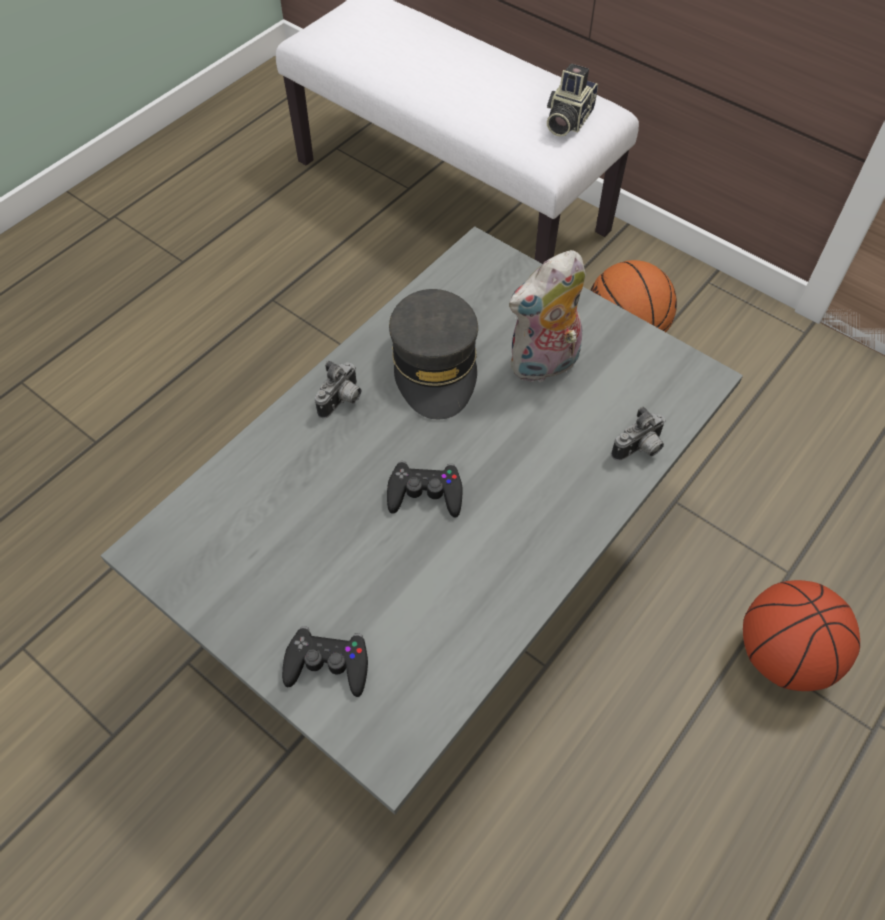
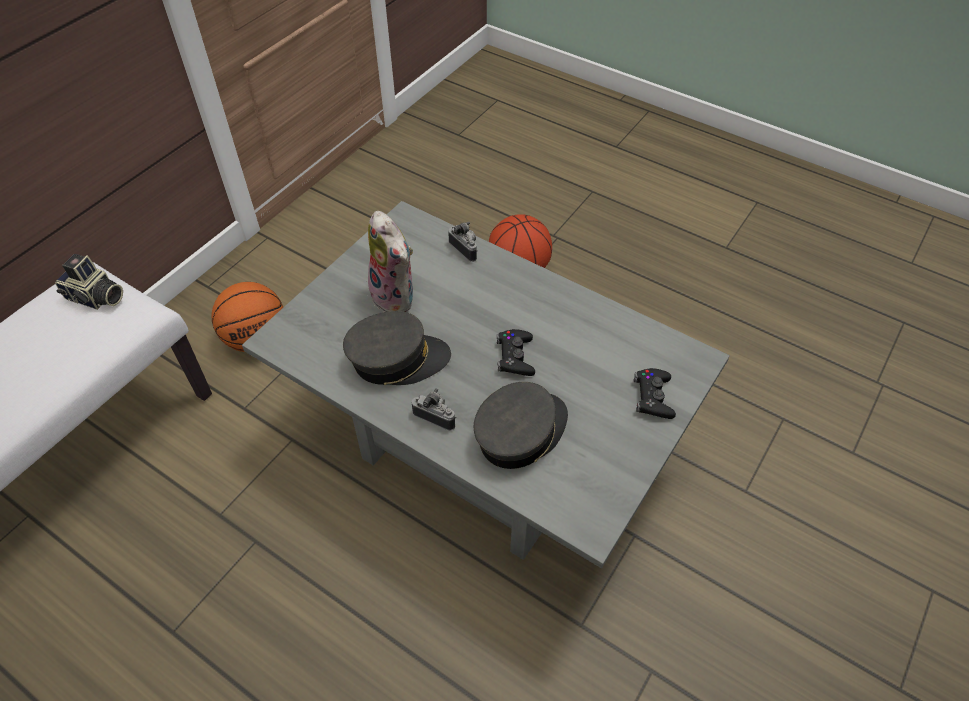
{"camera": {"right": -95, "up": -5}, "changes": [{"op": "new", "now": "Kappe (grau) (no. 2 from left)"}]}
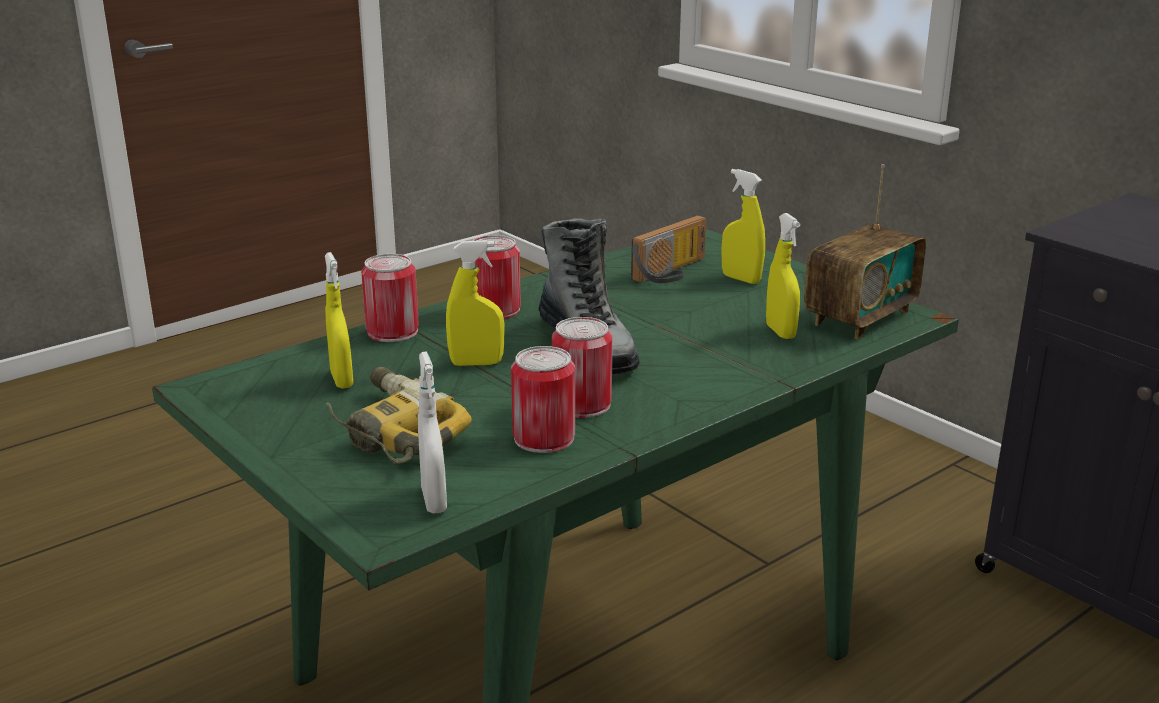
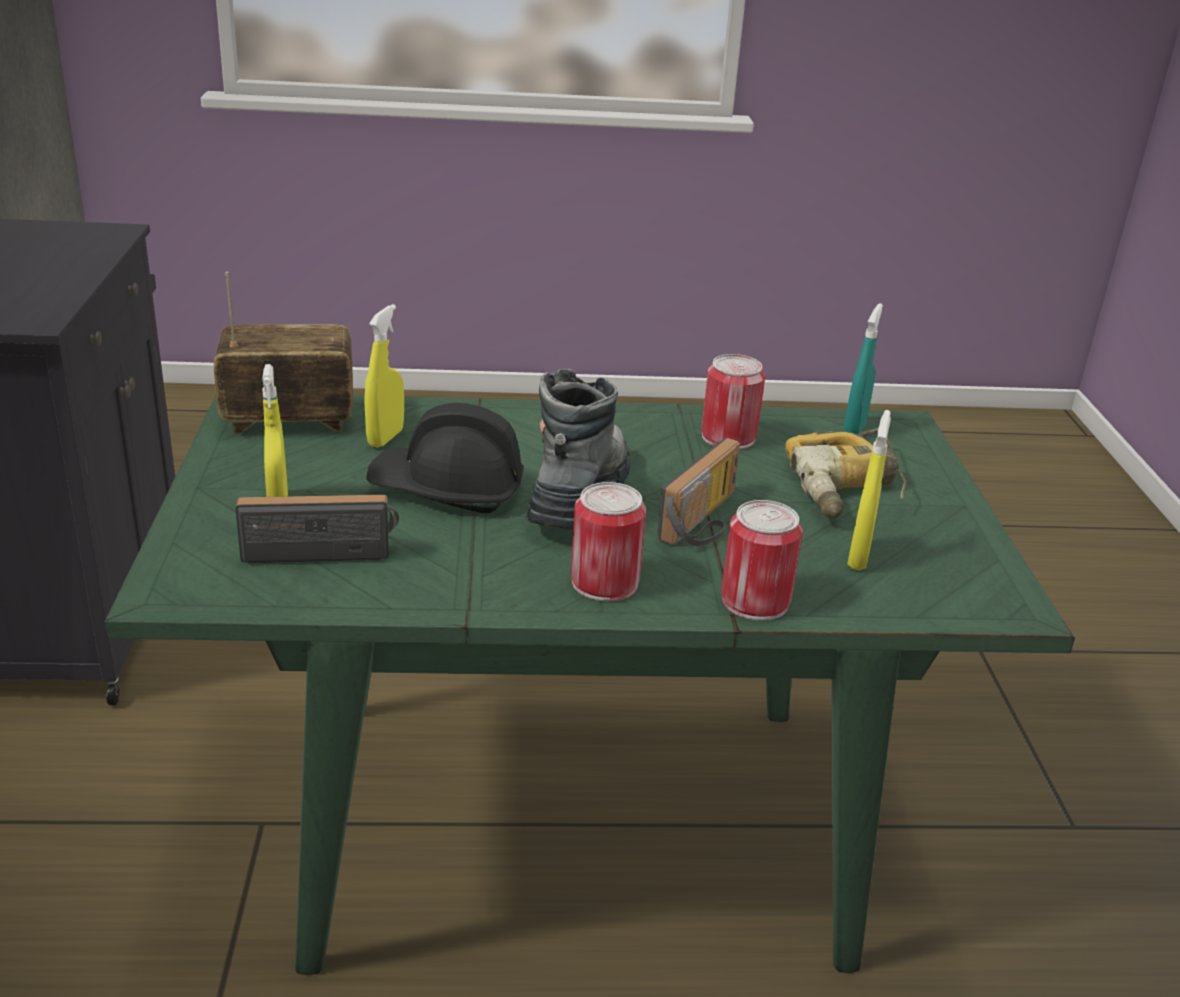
{"camera": {"right": -145, "up": 5}, "changes": [{"op": "new", "now": "Schutzhelm (schwarz)"}, {"op": "swapped", "was": "Sprühflasche (gelb) (no. 2 from left)", "now": "Radio (no. 3 from left)"}, {"op": "repainted", "was": "Sprühflasche (weiß)", "now": "Sprühflasche (türkis)"}, {"op": "gone", "was": "Dose (no. 4 from left)"}]}
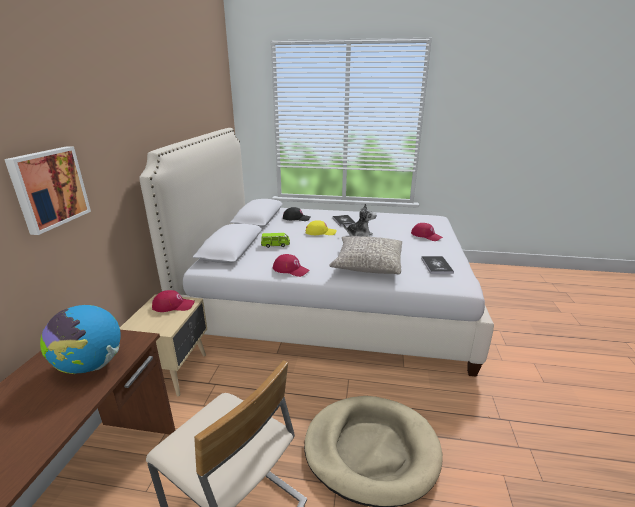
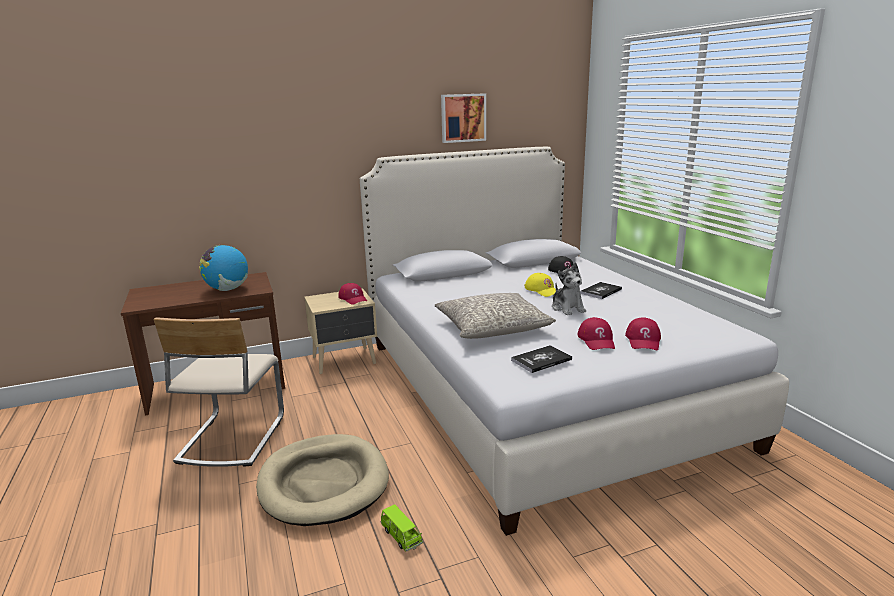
{"camera": {"right": 60, "up": -5}, "changes": [{"op": "shifted", "was": "Spielzeugauto (grün)"}, {"op": "shifted", "was": "Bild"}, {"op": "shifted", "was": "Kappe (rot) (no. 2 from left)"}]}
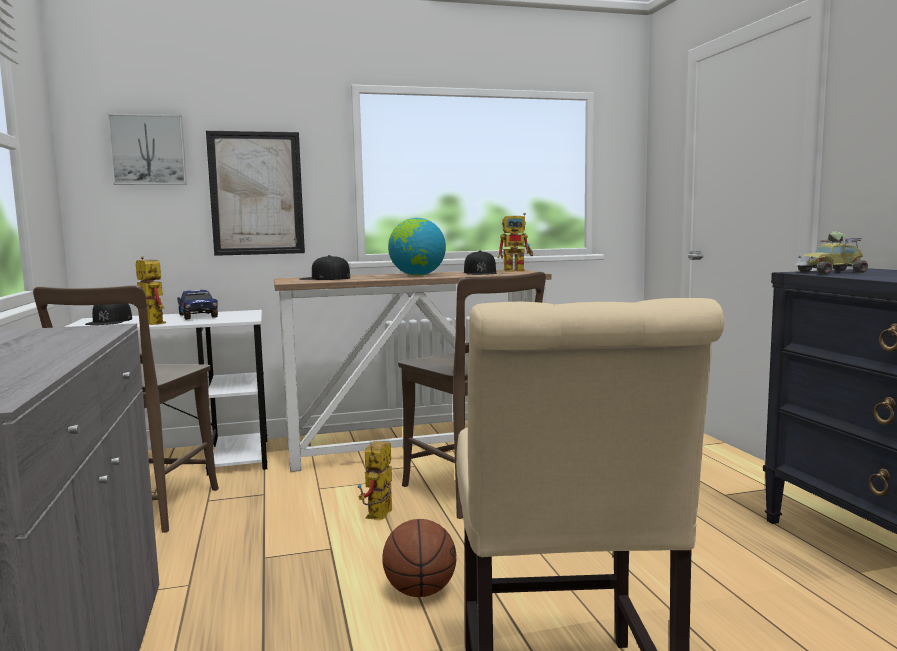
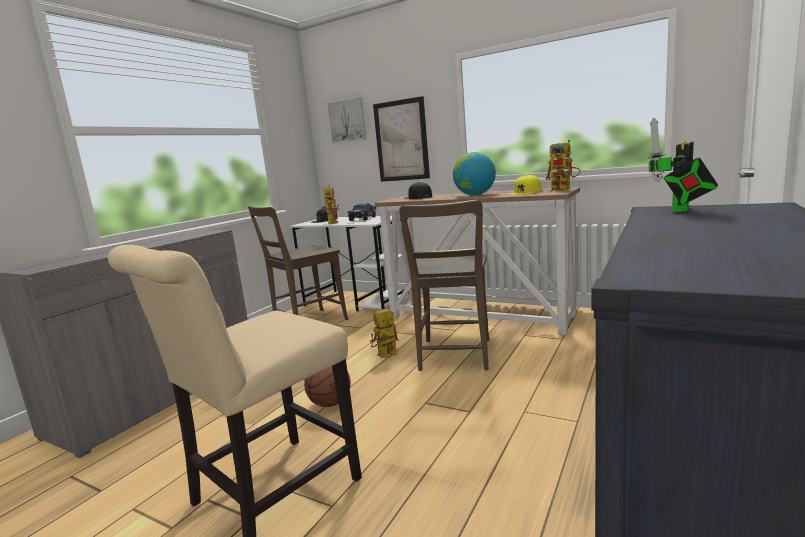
{"camera": {"right": 45, "up": 5}, "changes": [{"op": "repainted", "was": "Kappe (schwarz) (no. 3 from left)", "now": "Kappe (gelb)"}, {"op": "swapped", "was": "Spielzeugauto", "now": "Spielzeugroboter (no. 4 from left)"}]}
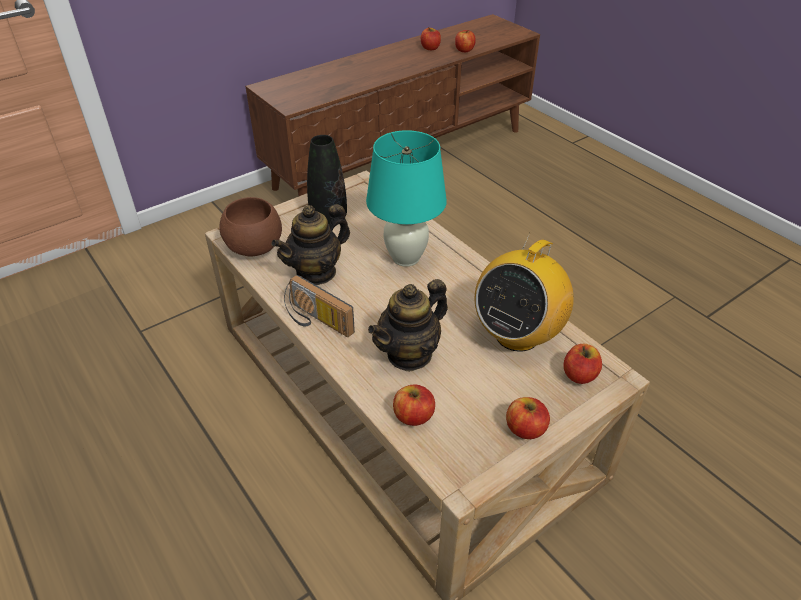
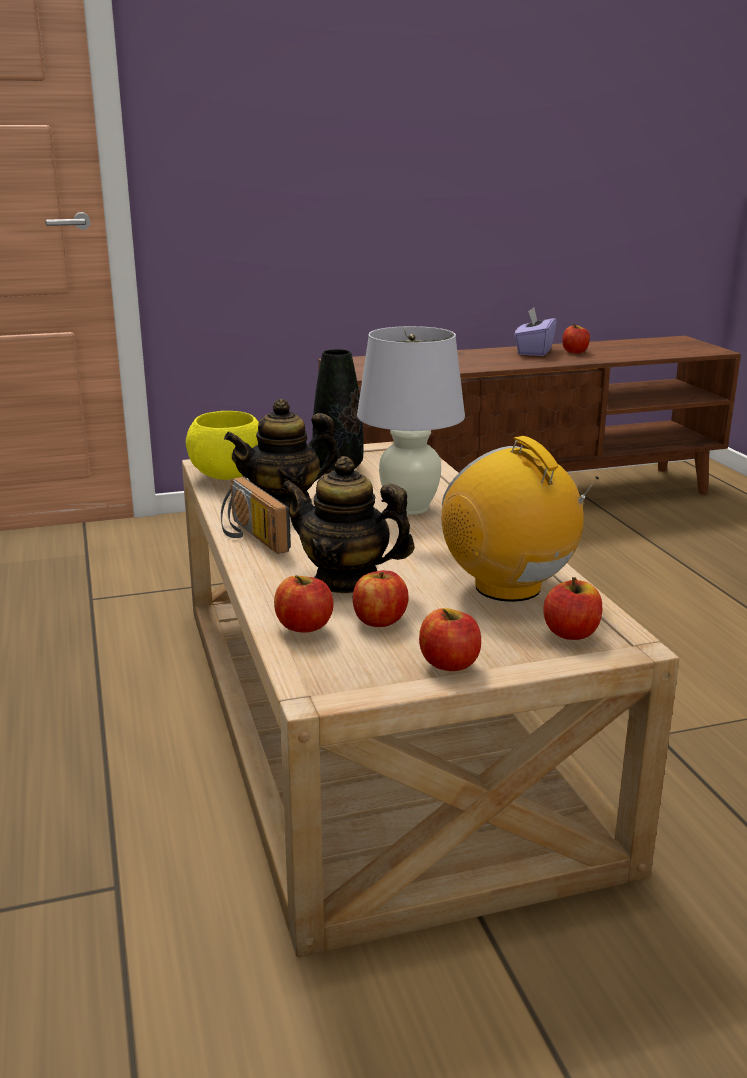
{"camera": {"right": 20, "up": -20}, "changes": [{"op": "repainted", "was": "Schüssel (braun)", "now": "Schüssel (gelb)"}, {"op": "rotated", "was": "Teekanne (no. 2 from left)", "clockwise": 45}, {"op": "shifted", "was": "Apfel (no. 3 from left in the first image)", "now": "Apfel (no. 2 from left)"}, {"op": "repainted", "was": "Tischlampe (türkis)", "now": "Tischlampe (weiß)"}, {"op": "rotated", "was": "Radio (no. 2 from left)", "clockwise": 90}, {"op": "new", "now": "Taschentuchbox (lila)"}]}
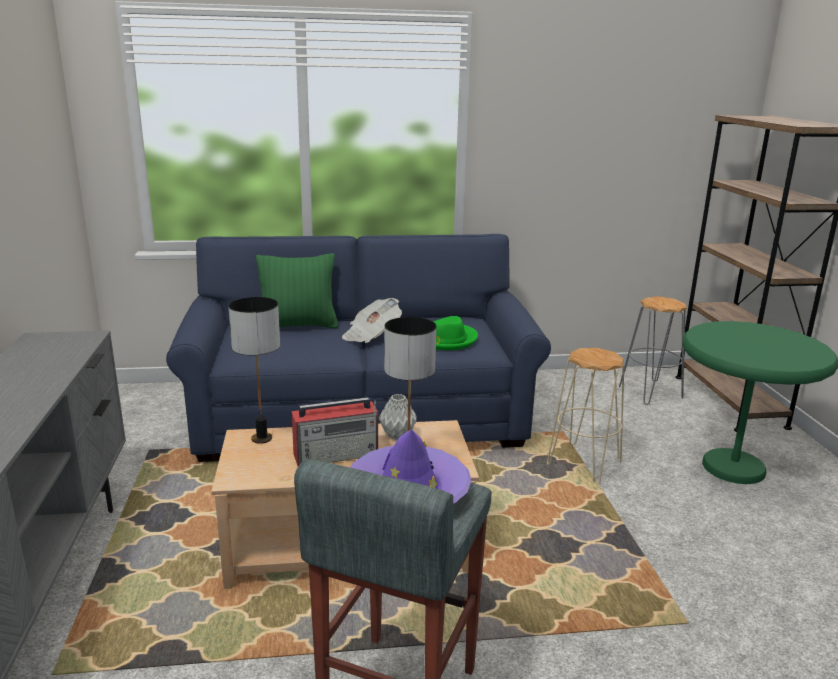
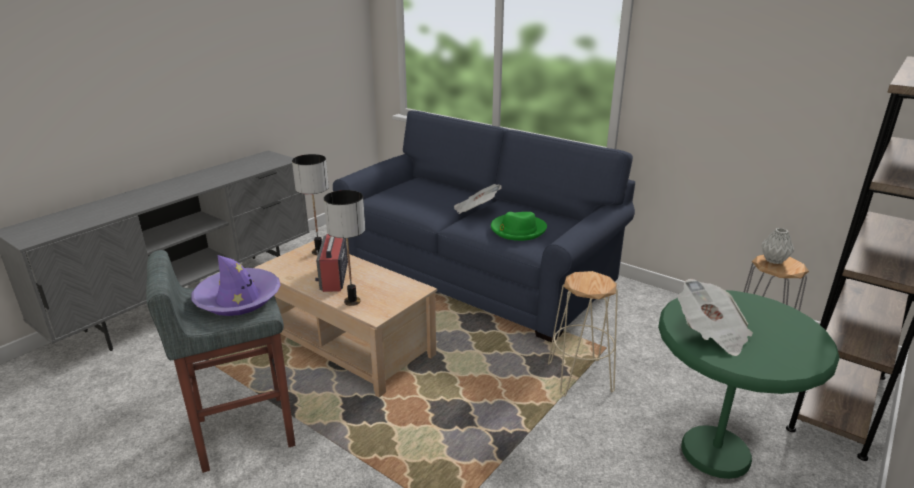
{"camera": {"right": 45, "up": 5}, "changes": [{"op": "rotated", "was": "Radio", "clockwise": 60}, {"op": "new", "now": "Zeitung (no. 2 from left)"}, {"op": "shifted", "was": "Vase (grau)"}, {"op": "gone", "was": "Kissen (grün)"}]}
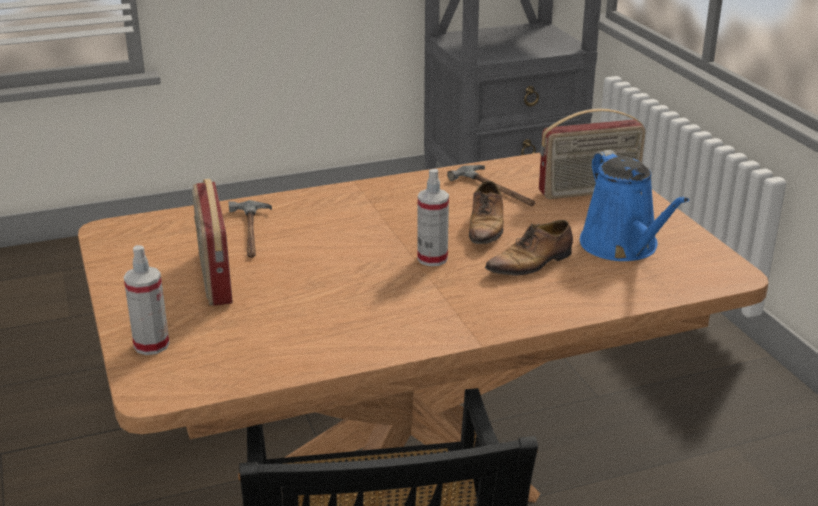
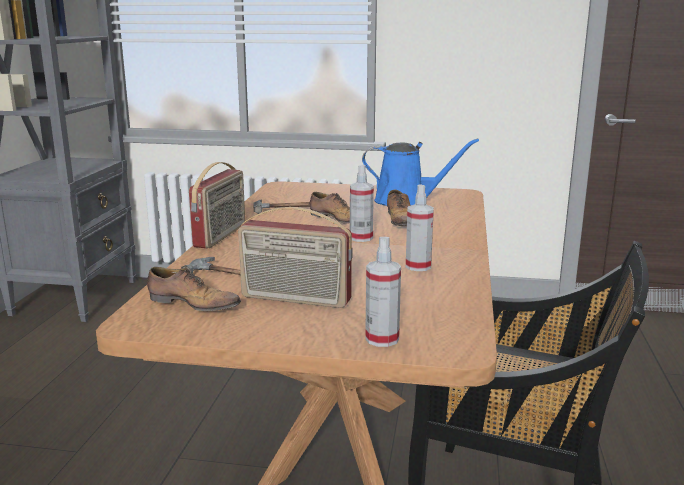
{"camera": {"right": -60, "up": -10}, "changes": [{"op": "new", "now": "Schuh (no. 1 from left)"}, {"op": "shifted", "was": "Radio (no. 2 from left in the first image)", "now": "Radio (no. 1 from left)"}, {"op": "new", "now": "Sprühflasche (no. 3 from left)"}]}
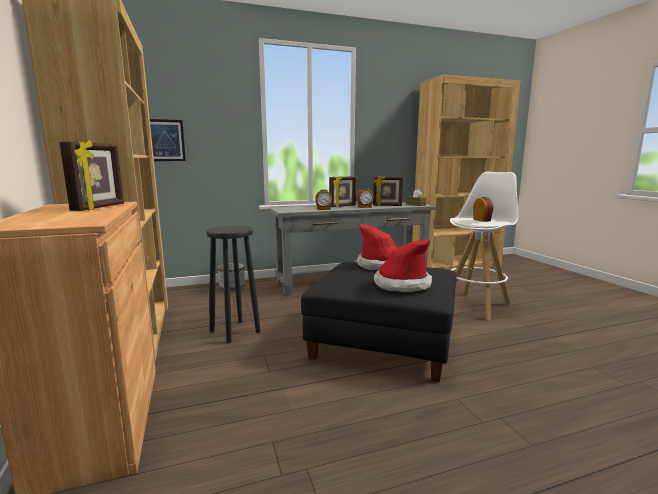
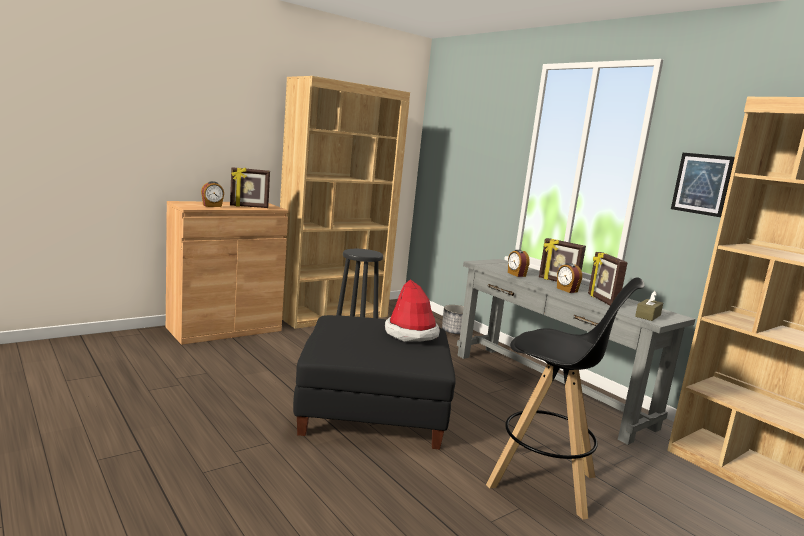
{"camera": {"right": 70, "up": 0}, "changes": [{"op": "shifted", "was": "Wecker (no. 3 from left in the first image)", "now": "Wecker (no. 1 from left)"}, {"op": "repainted", "was": "Hocker (weiß)", "now": "Hocker (schwarz) (no. 2 from left)"}, {"op": "shifted", "was": "Bild"}, {"op": "gone", "was": "Hut (no. 2 from left)"}]}
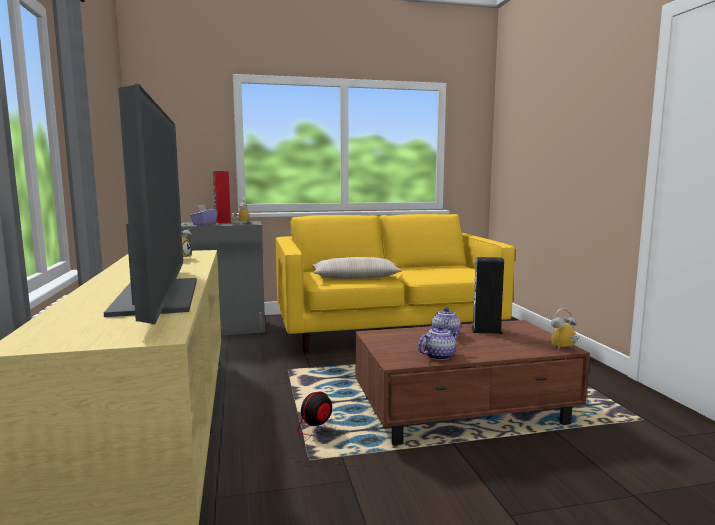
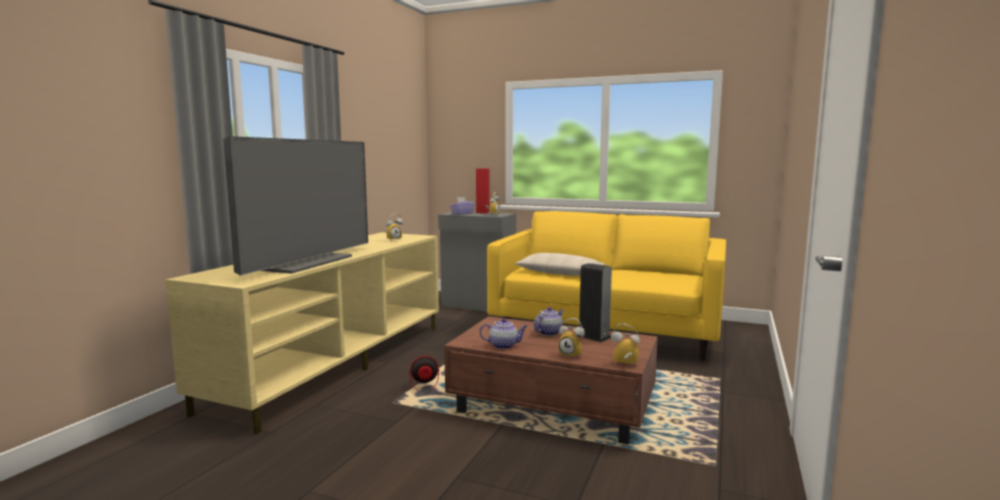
{"camera": {"right": 35, "up": 0}, "changes": [{"op": "new", "now": "Wecker (no. 3 from left)"}]}
